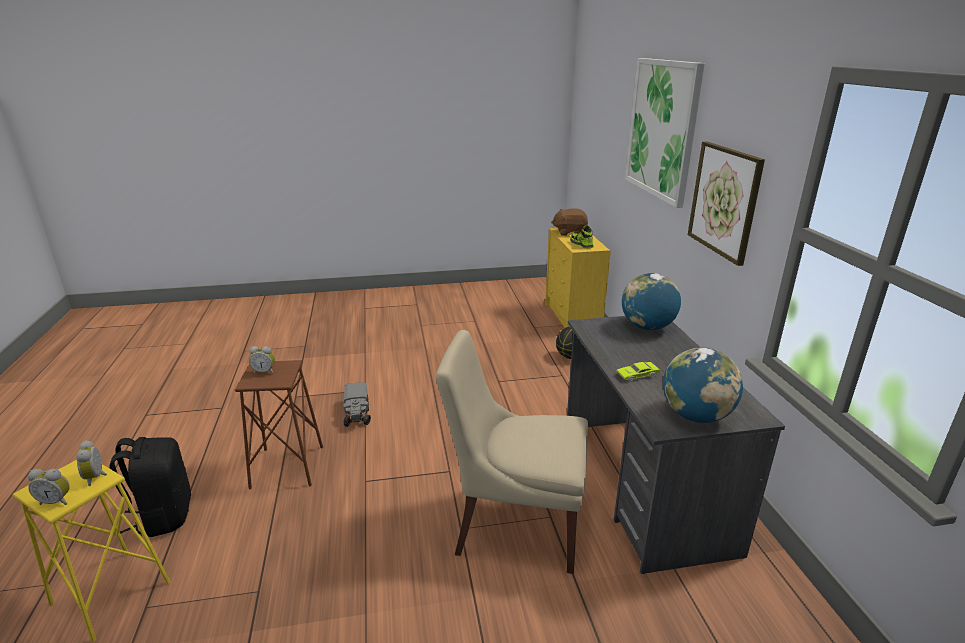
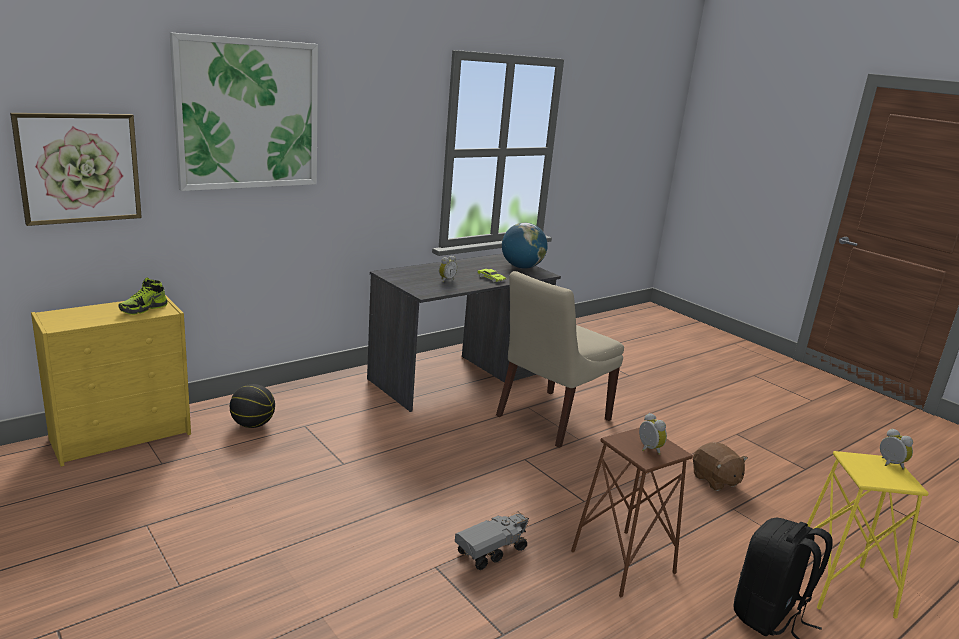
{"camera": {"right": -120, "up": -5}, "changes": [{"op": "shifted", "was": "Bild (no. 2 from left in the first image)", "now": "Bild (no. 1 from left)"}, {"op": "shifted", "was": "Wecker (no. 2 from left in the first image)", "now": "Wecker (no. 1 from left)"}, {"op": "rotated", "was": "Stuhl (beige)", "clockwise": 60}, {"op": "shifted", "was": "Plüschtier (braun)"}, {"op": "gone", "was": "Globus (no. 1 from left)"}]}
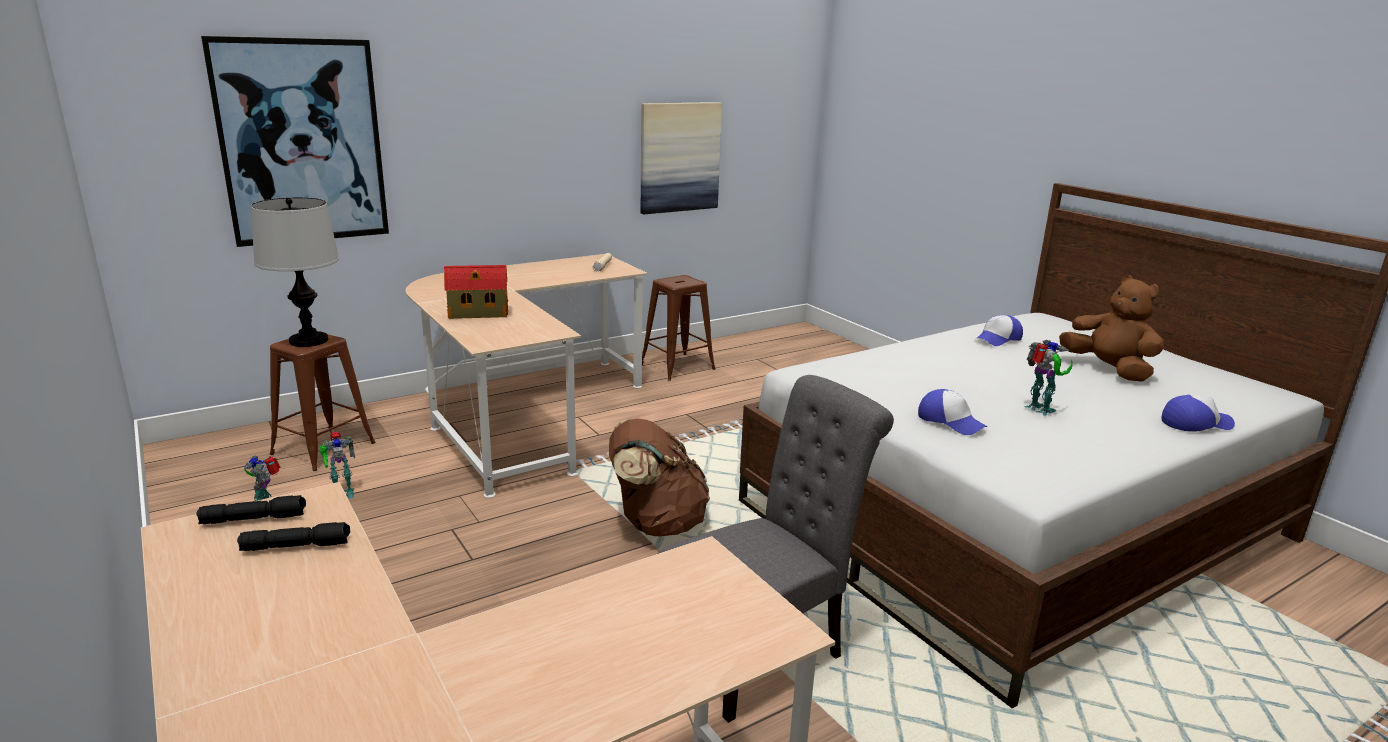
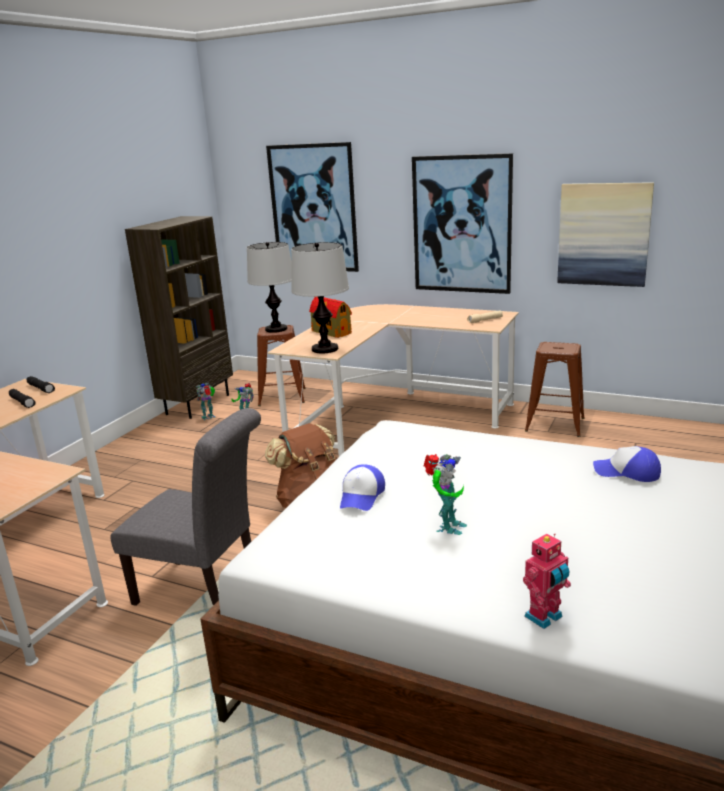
{"camera": {"right": 60, "up": 0}, "changes": [{"op": "new", "now": "Bücherregal (braun)"}, {"op": "new", "now": "Tischlampe (no. 2 from left)"}, {"op": "new", "now": "Bild (no. 2 from left)"}, {"op": "swapped", "was": "Kappe (no. 3 from left)", "now": "Spielzeugroboter (no. 4 from left)"}, {"op": "gone", "was": "Plüschtier (braun)"}]}
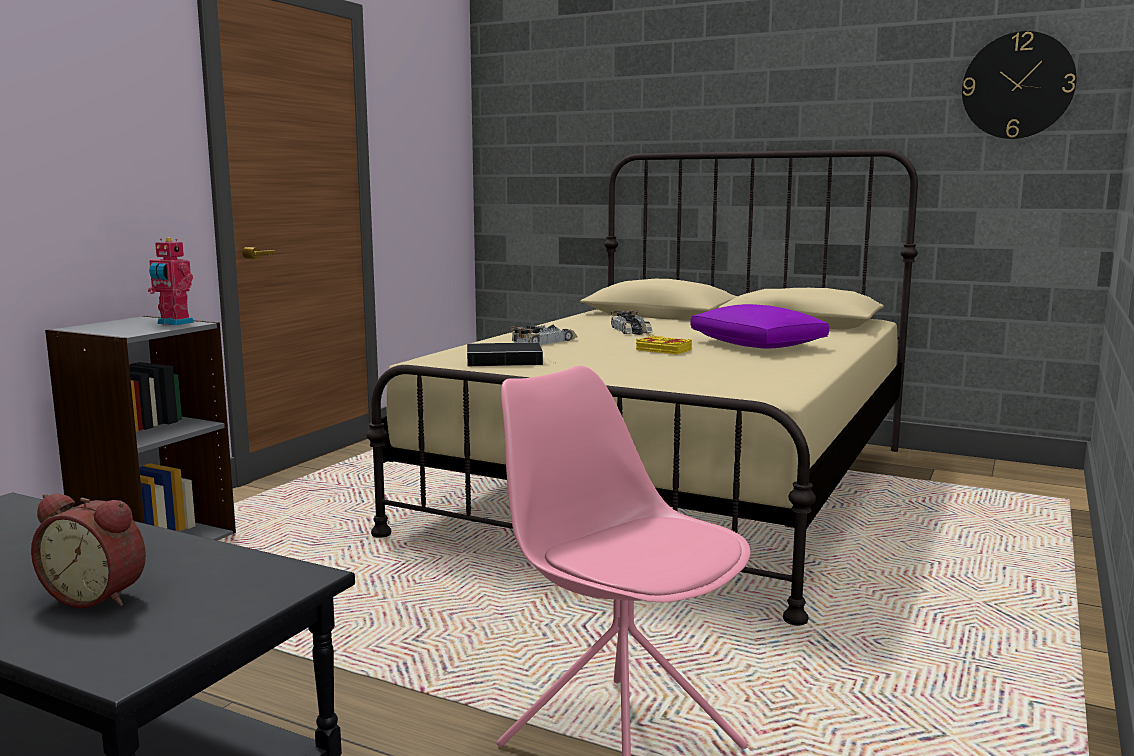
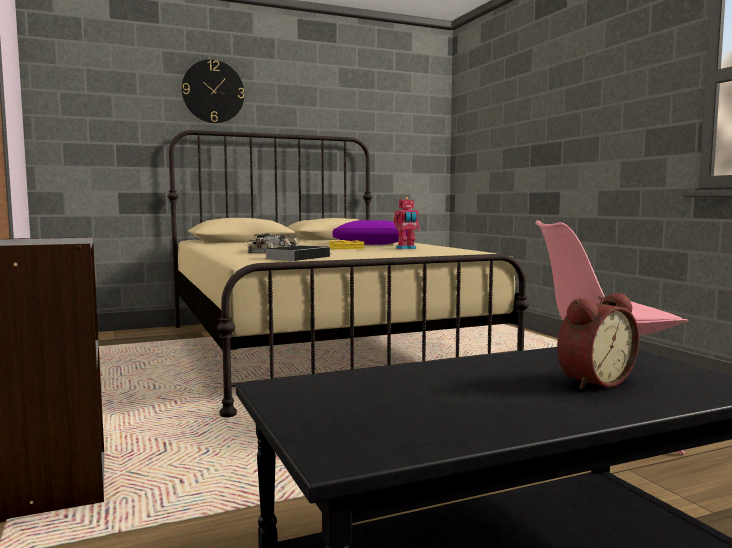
{"camera": {"right": -50, "up": -5}, "changes": [{"op": "shifted", "was": "Wanduhr"}, {"op": "shifted", "was": "Spielzeugroboter"}]}
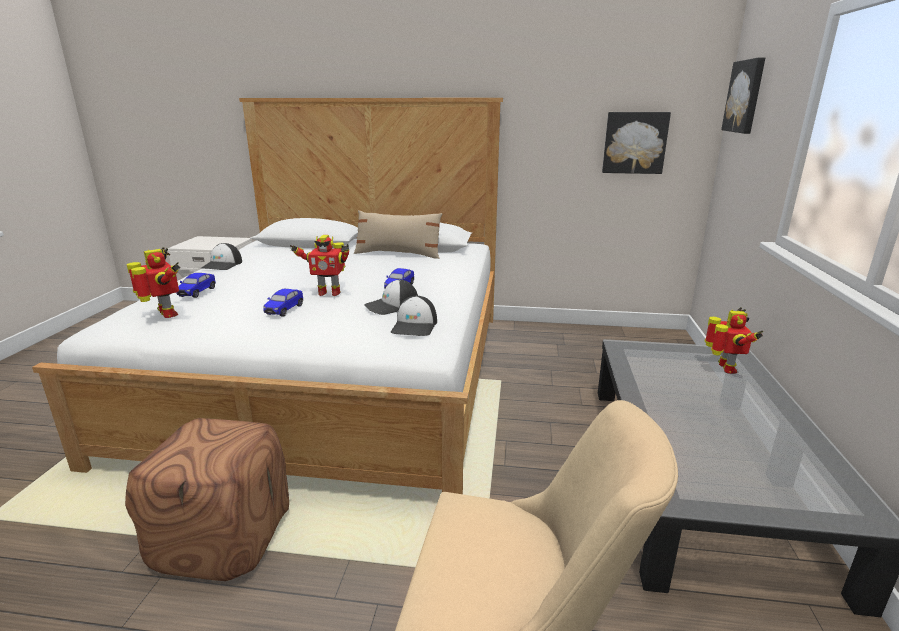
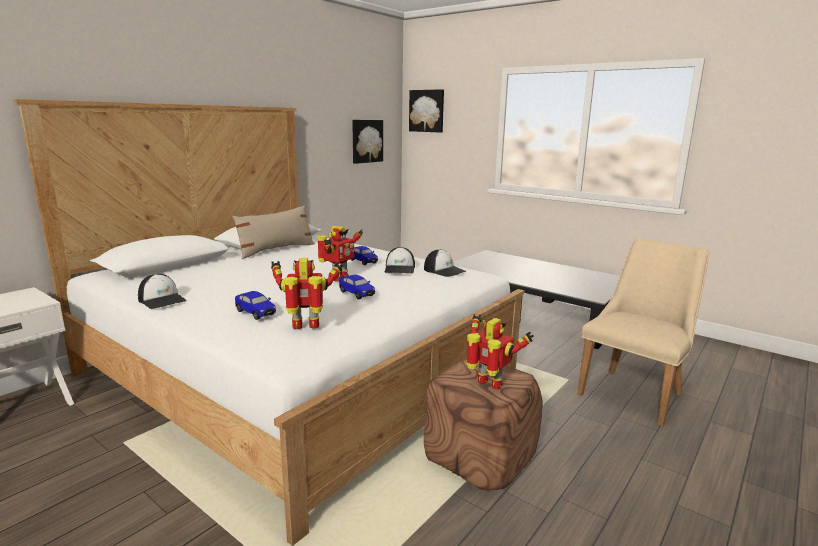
{"camera": {"right": -60, "up": -5}, "changes": [{"op": "shifted", "was": "Spielzeugroboter (no. 3 from left)"}]}
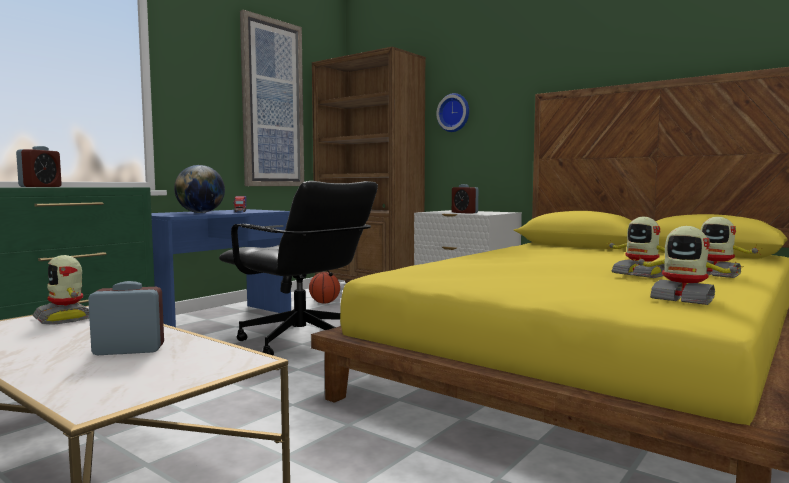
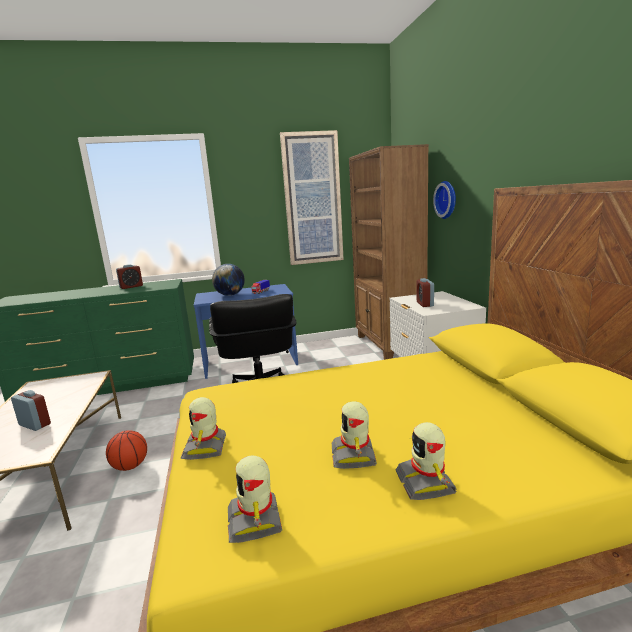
{"camera": {"right": 40, "up": 10}, "changes": [{"op": "shifted", "was": "Basketball"}, {"op": "shifted", "was": "Spielzeugroboter (no. 1 from left)"}]}
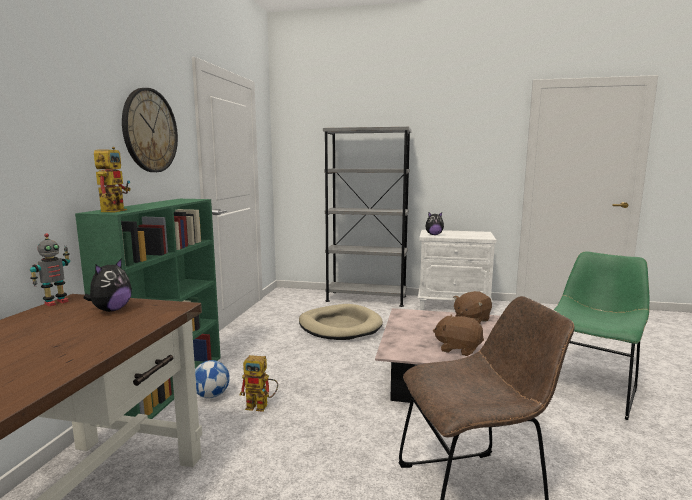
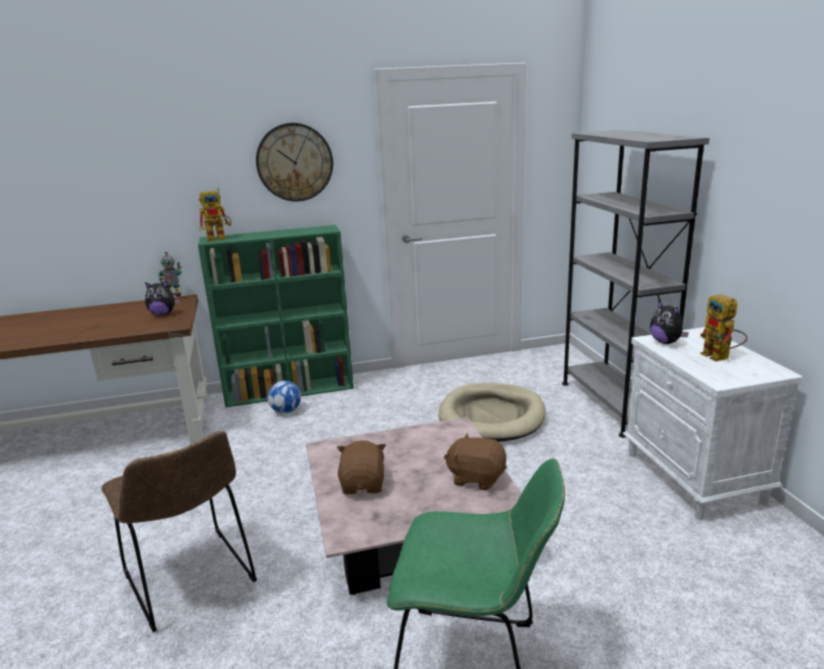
{"camera": {"right": 65, "up": 10}, "changes": [{"op": "shifted", "was": "Spielzeugroboter (no. 3 from left)"}]}
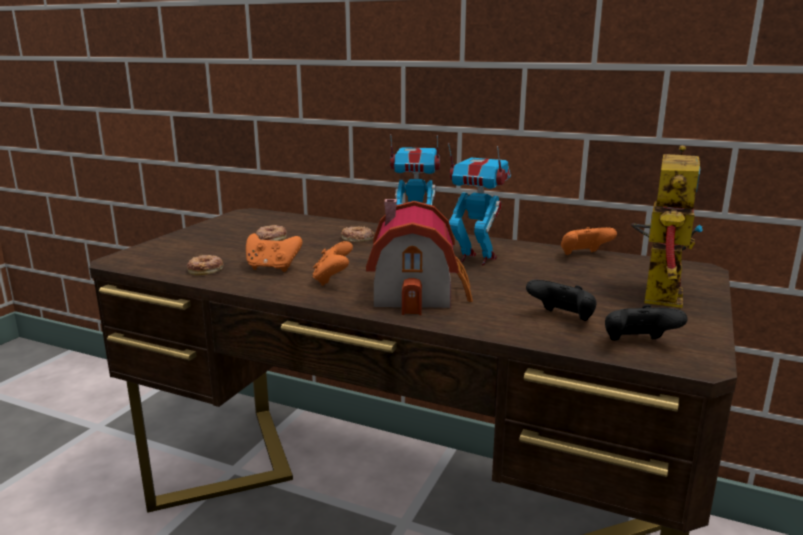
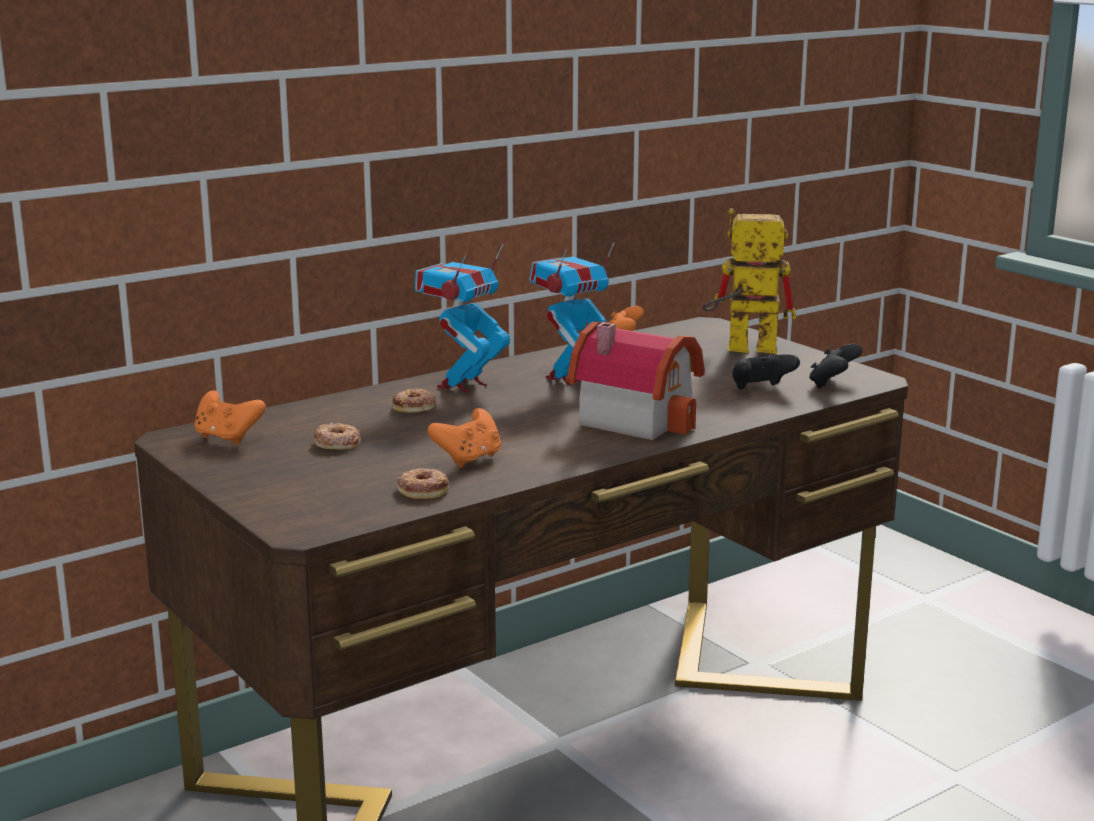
{"camera": {"right": -60, "up": 0}, "changes": [{"op": "shifted", "was": "Gamepad (orange) (no. 2 from left in the first image)", "now": "Gamepad (orange) (no. 1 from left)"}, {"op": "rotated", "was": "Spielzeugroboter (no. 3 from left)", "clockwise": -45}]}
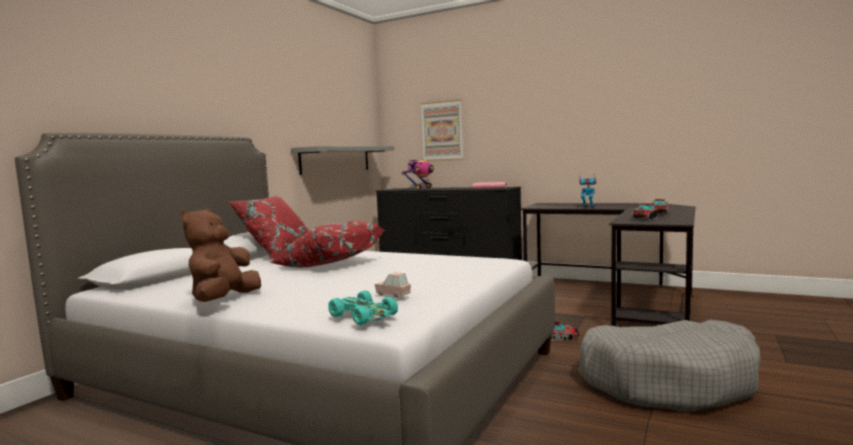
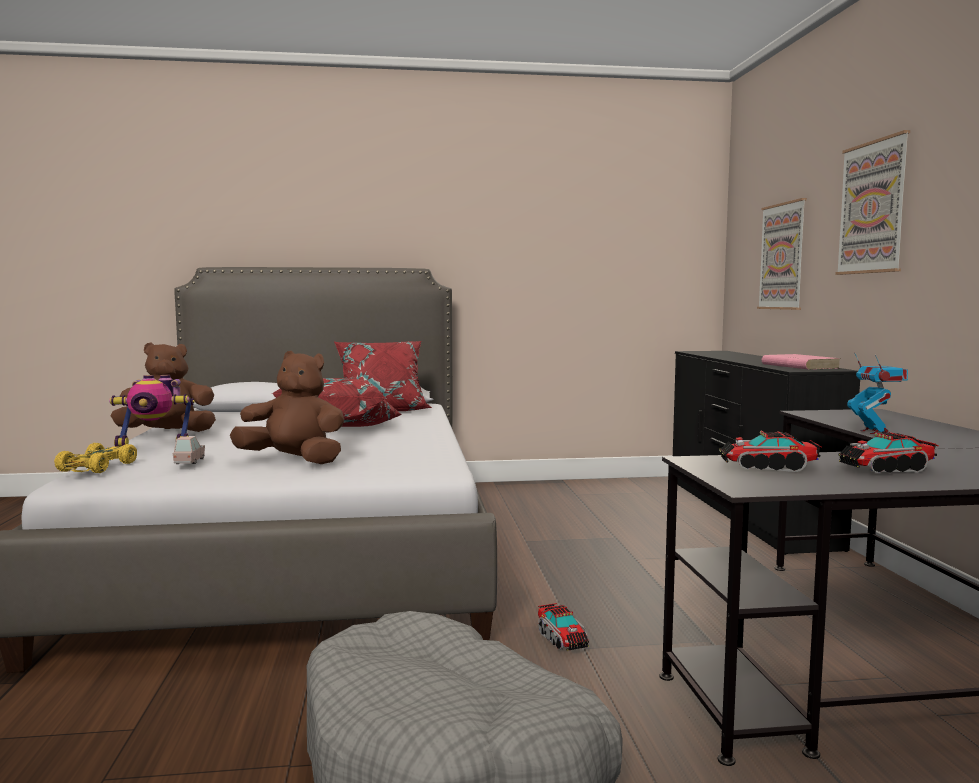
{"camera": {"right": 55, "up": 0}, "changes": [{"op": "repainted", "was": "Spielzeugauto (türkis)", "now": "Spielzeugauto (gelb)"}, {"op": "shifted", "was": "Spielzeugroboter (no. 1 from left)"}, {"op": "new", "now": "Plüschtier (braun) (no. 2 from left)"}, {"op": "new", "now": "Bild (no. 2 from left)"}, {"op": "gone", "was": "Wandregal (grau)"}]}
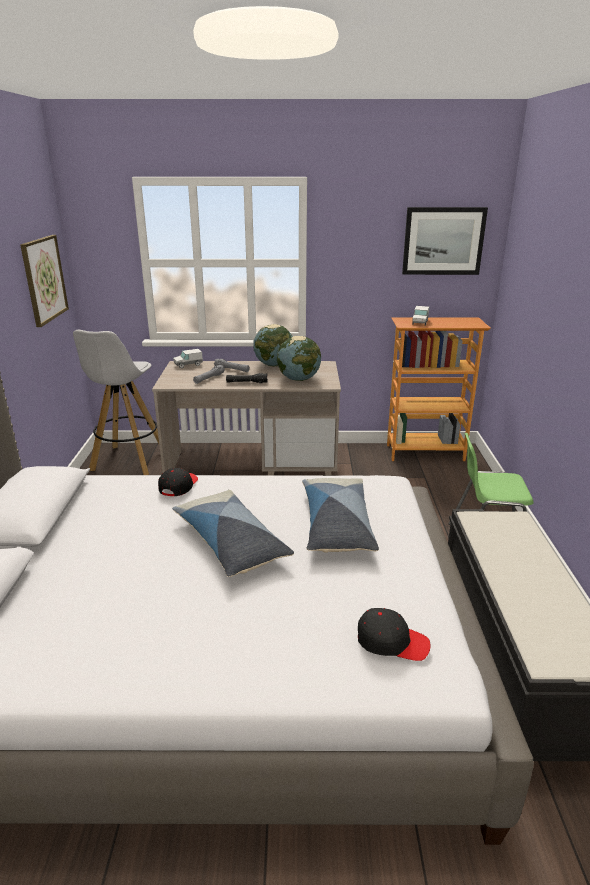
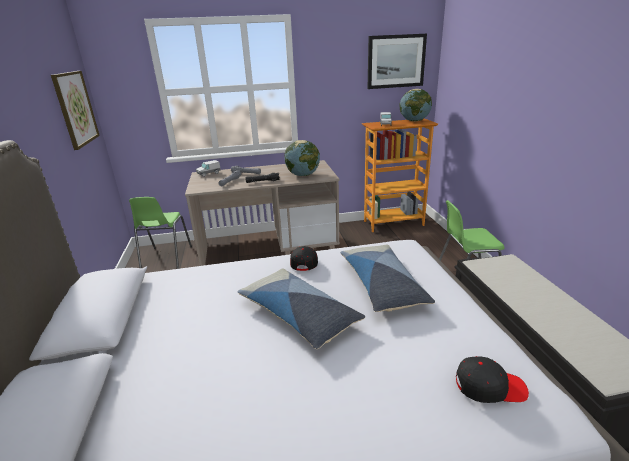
{"camera": {"right": -10, "up": 0}, "changes": [{"op": "swapped", "was": "Hocker (weiß)", "now": "Stuhl (grün) (no. 1 from left)"}, {"op": "shifted", "was": "Kappe (schwarz) (no. 1 from left)"}, {"op": "shifted", "was": "Globus (no. 1 from left in the first image)", "now": "Globus (no. 2 from left)"}]}
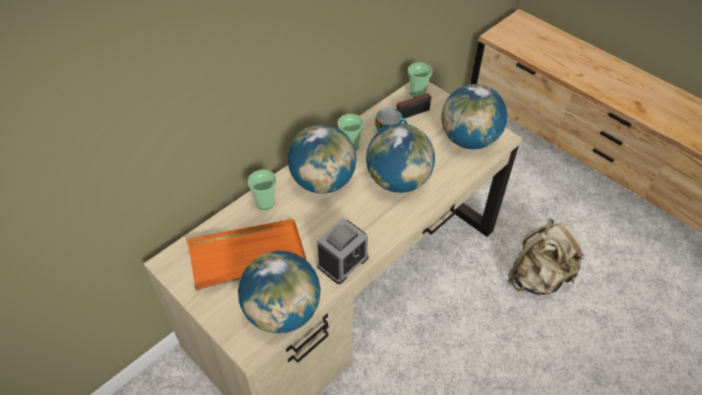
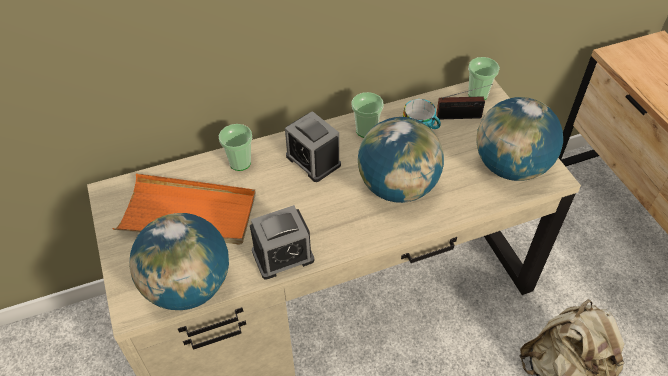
{"camera": {"right": 25, "up": 0}, "changes": [{"op": "swapped", "was": "Globus (no. 2 from left)", "now": "Wecker (no. 2 from left)"}]}
